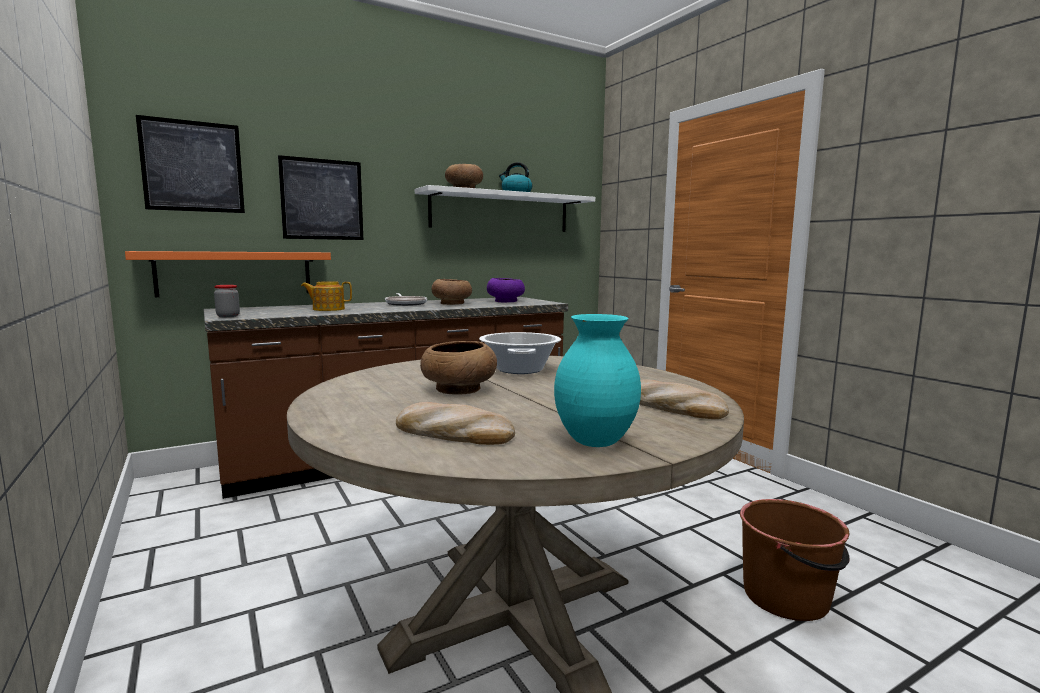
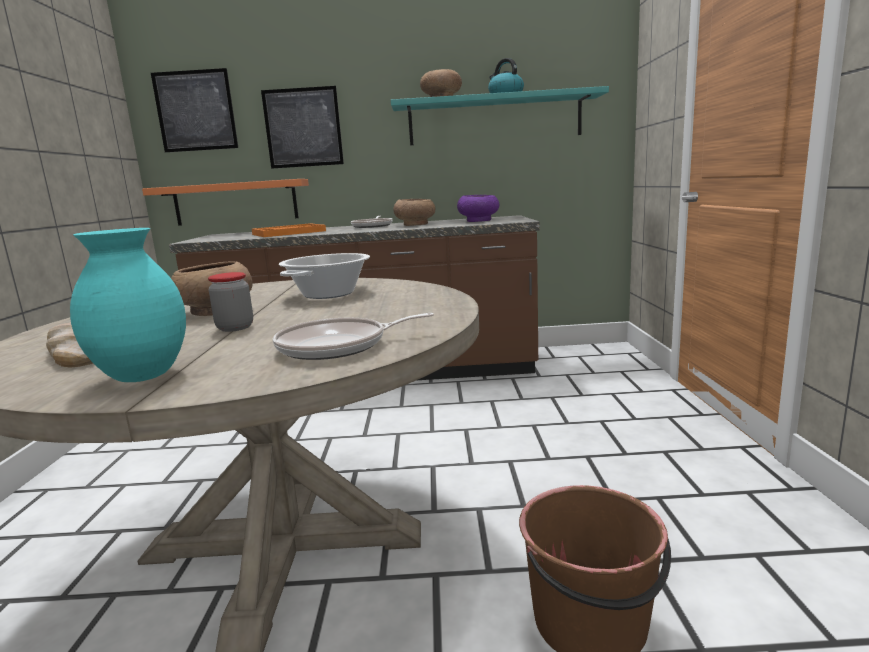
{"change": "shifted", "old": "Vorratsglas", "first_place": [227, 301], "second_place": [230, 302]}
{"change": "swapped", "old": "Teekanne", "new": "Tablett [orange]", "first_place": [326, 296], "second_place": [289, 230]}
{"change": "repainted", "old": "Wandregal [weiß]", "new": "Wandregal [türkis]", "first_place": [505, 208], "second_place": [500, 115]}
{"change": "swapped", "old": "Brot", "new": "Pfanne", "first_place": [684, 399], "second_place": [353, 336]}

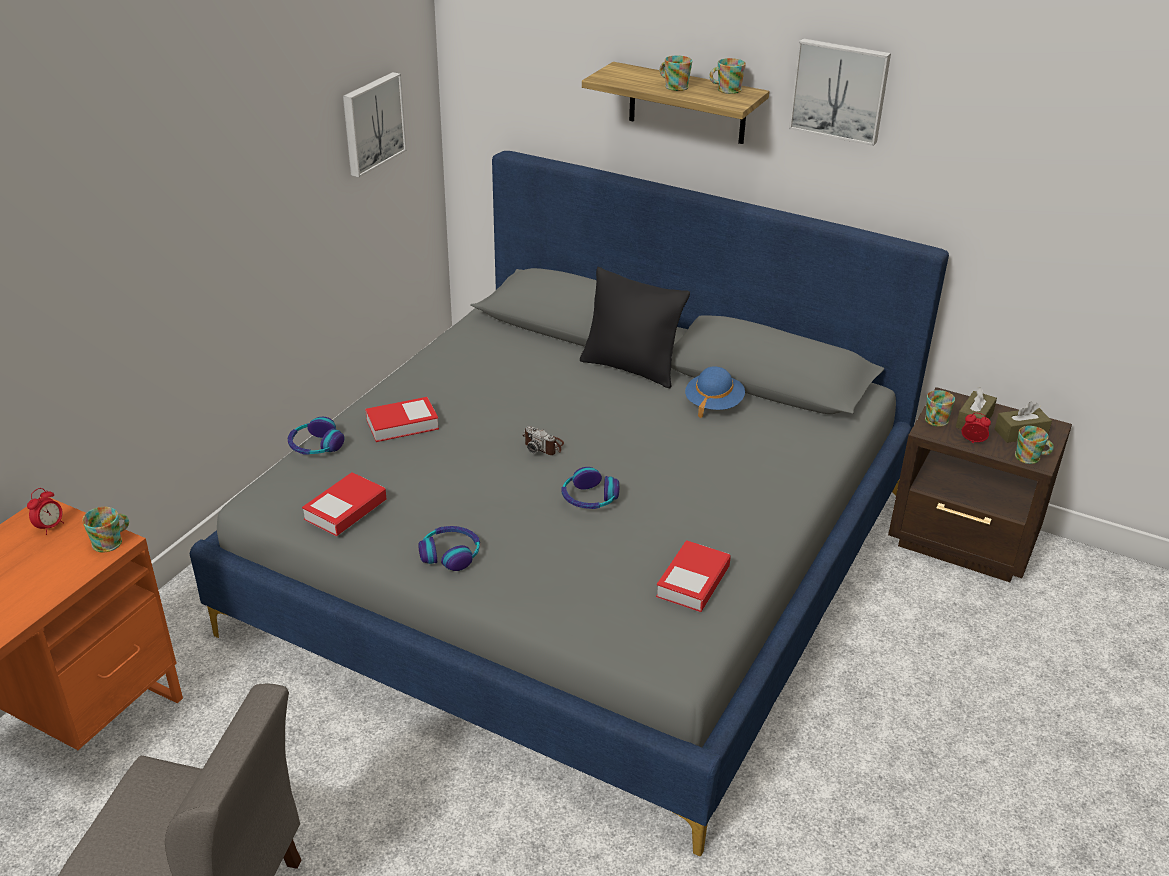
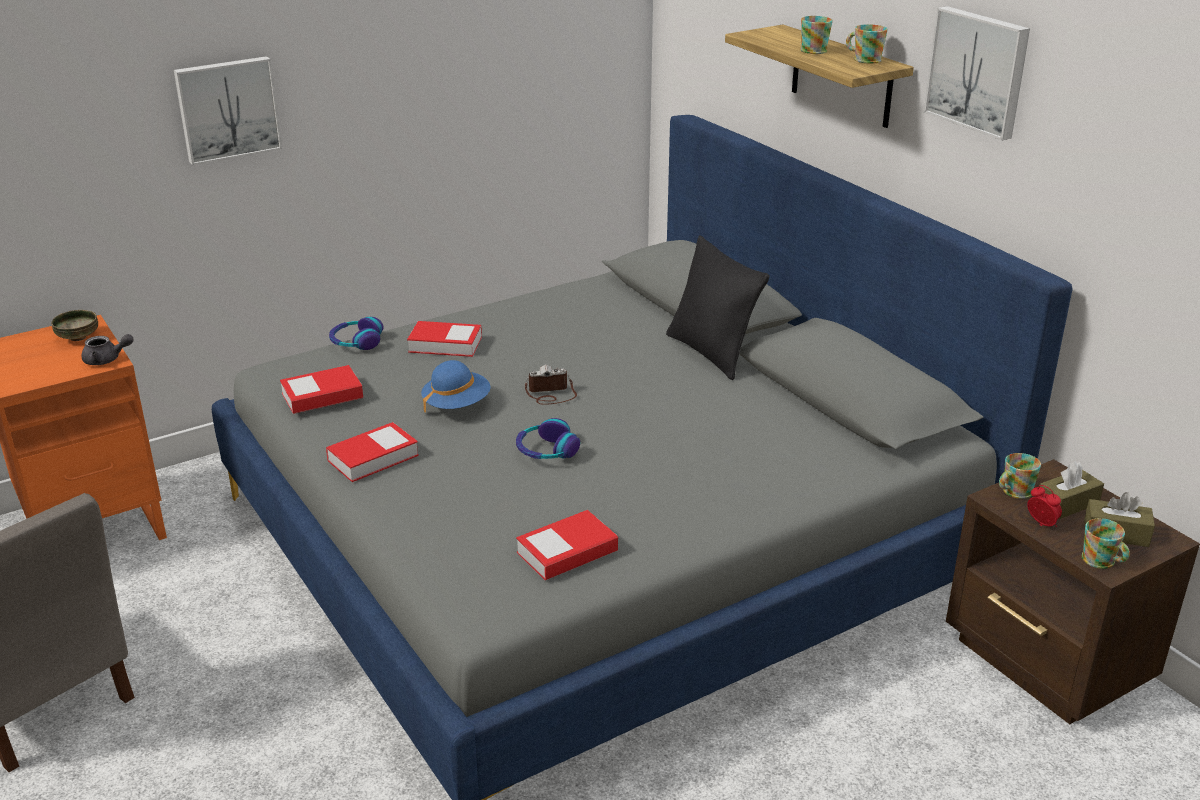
{"change": "swapped", "old": "Wecker", "new": "Schüssel", "first_place": [45, 511], "second_place": [74, 325]}
{"change": "swapped", "old": "Henkelbecher", "new": "Teekanne [grau]", "first_place": [105, 530], "second_place": [107, 349]}
{"change": "shifted", "old": "Bild", "first_place": [375, 124], "second_place": [228, 111]}
{"change": "swapped", "old": "Kopfhörer", "new": "Buch", "first_place": [449, 548], "second_place": [372, 452]}
{"change": "rotated", "old": "Kamera", "first_place": [543, 440], "second_place": [551, 385], "degrees": 105}
{"change": "shifted", "old": "Hut [blau]", "first_place": [715, 392], "second_place": [456, 386]}

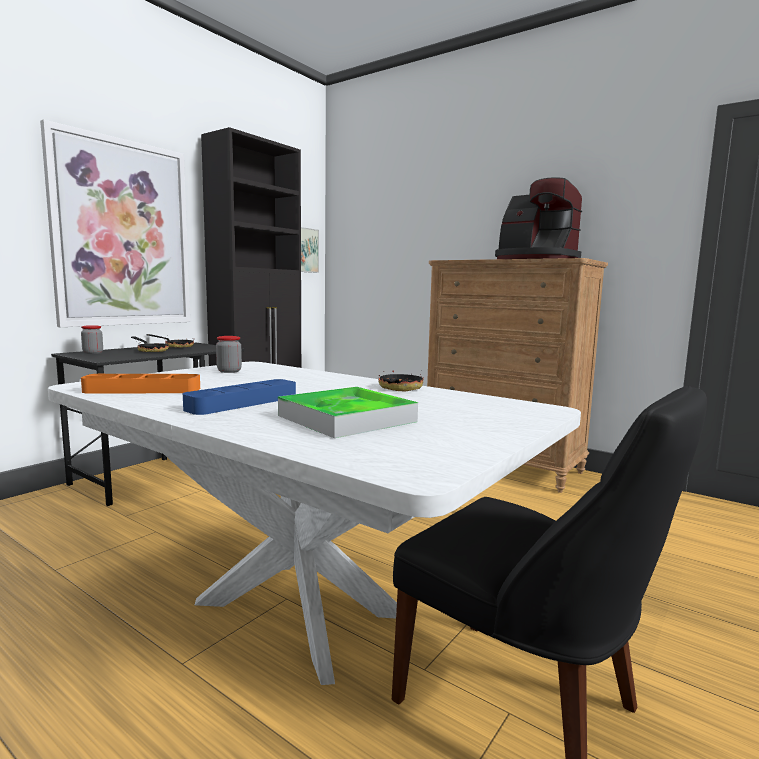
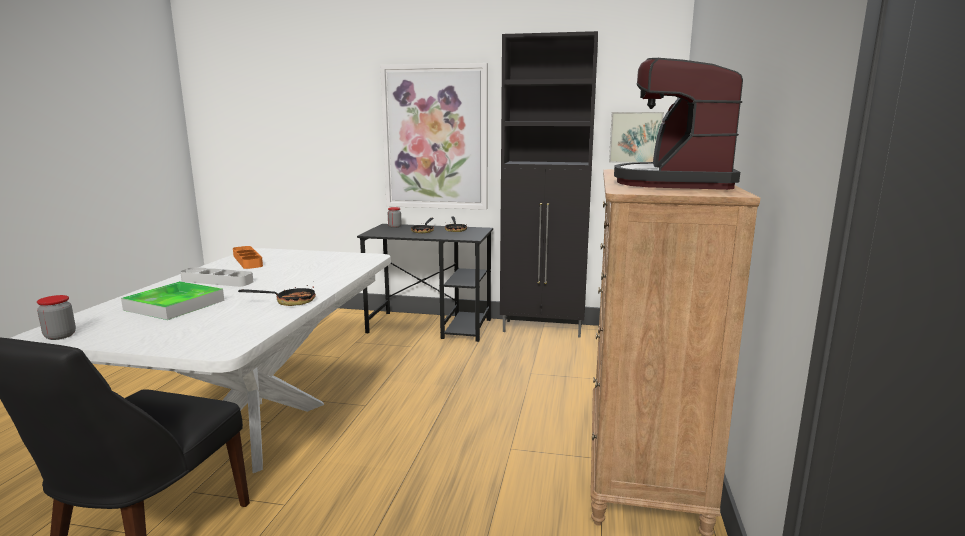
{"change": "repainted", "old": "Tablett [blau]", "new": "Tablett [grau]", "first_place": [239, 397], "second_place": [216, 277]}
{"change": "shifted", "old": "Vorratsglas", "first_place": [229, 354], "second_place": [56, 317]}

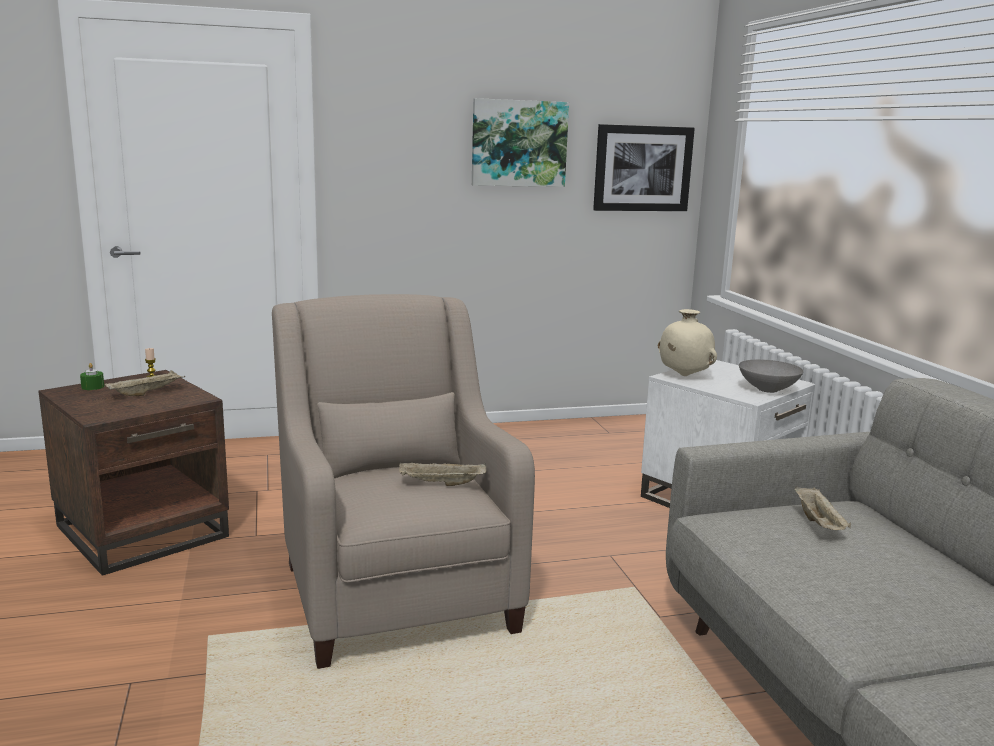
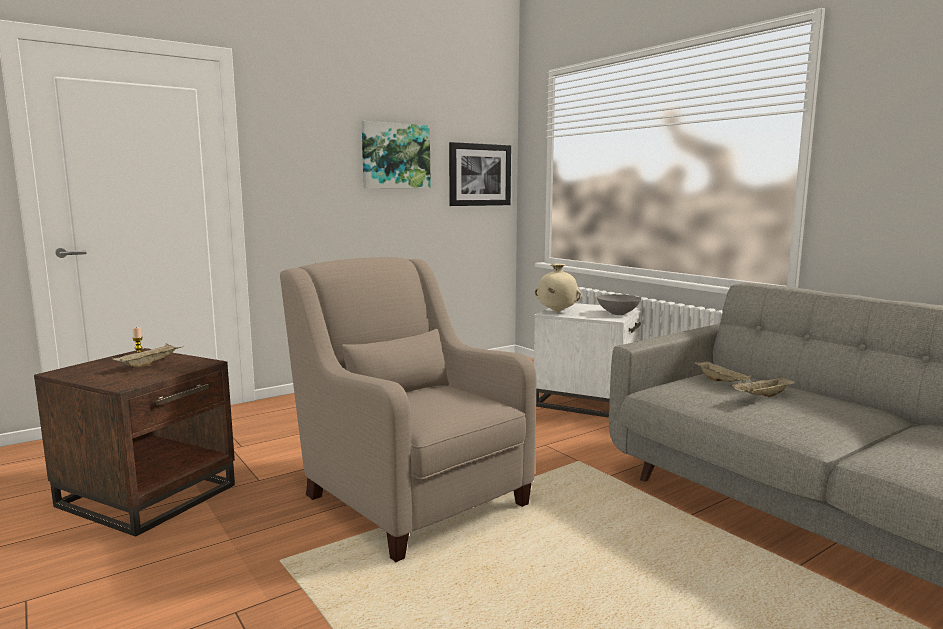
{"change": "gone", "old": "Kerze [grün]", "first_place": [92, 376]}
{"change": "shifted", "old": "Tablett [beige]", "first_place": [443, 474], "second_place": [763, 386]}

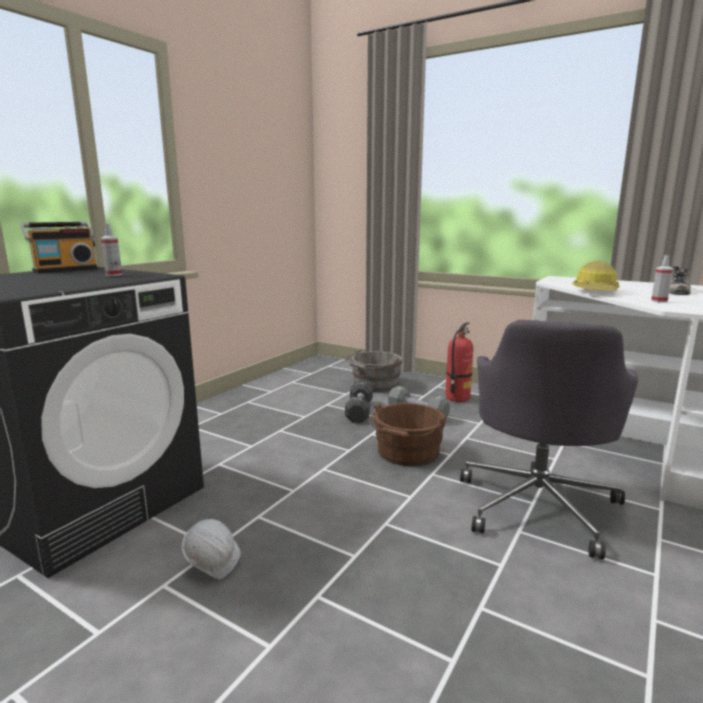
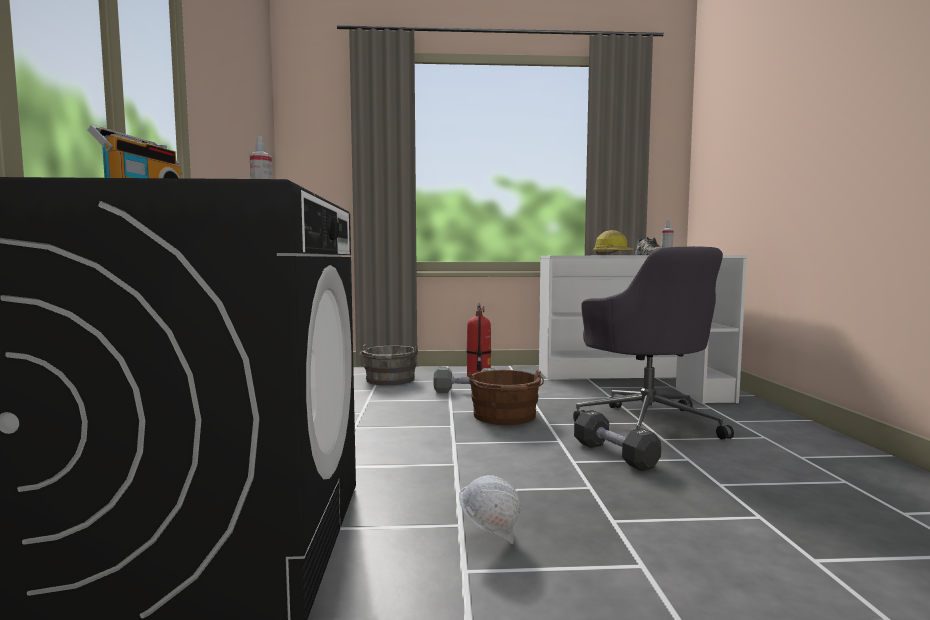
{"change": "shifted", "old": "Hantel [schwarz]", "first_place": [359, 402], "second_place": [617, 440]}

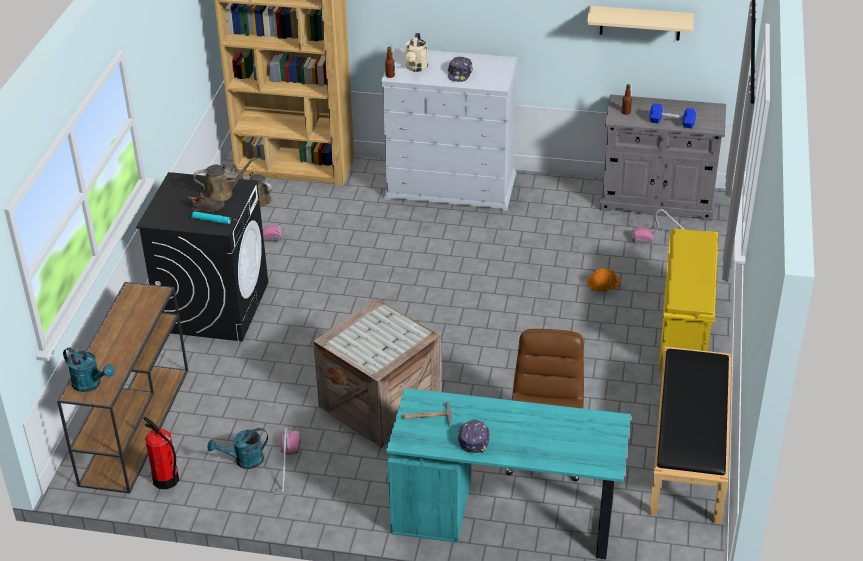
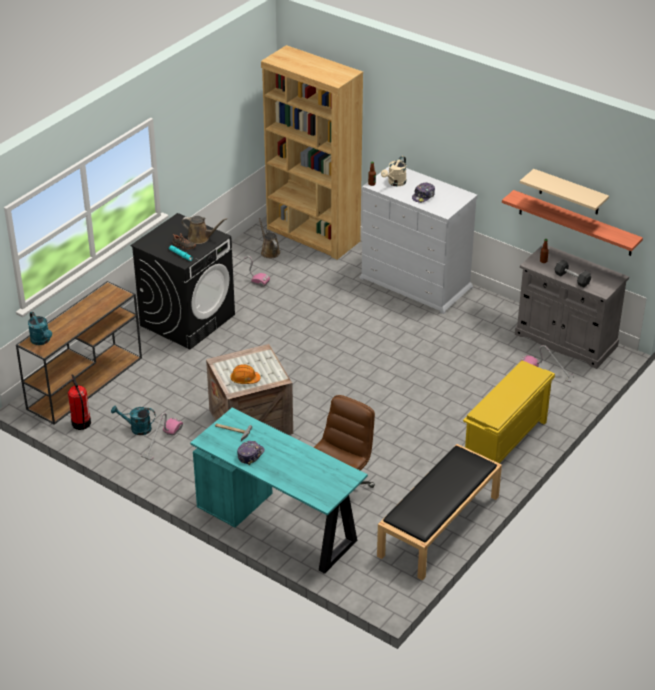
{"change": "shifted", "old": "Schutzhelm [orange]", "first_place": [604, 279], "second_place": [246, 374]}
{"change": "repainted", "old": "Hantel [blau]", "new": "Hantel [grau]", "first_place": [672, 115], "second_place": [573, 274]}
{"change": "new", "new": "Wandregal", "second_place": [572, 223]}

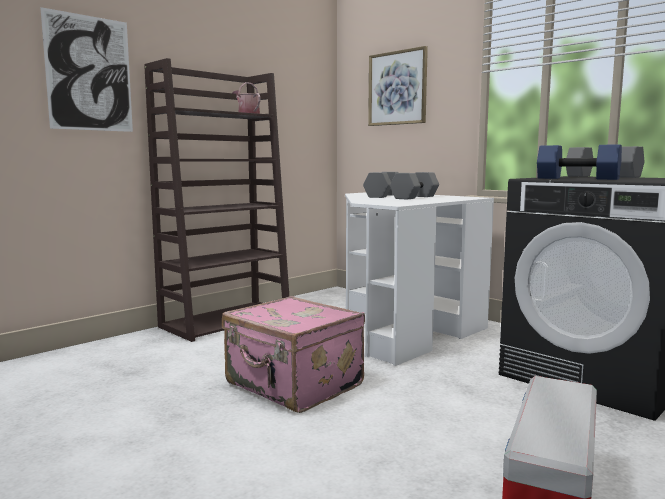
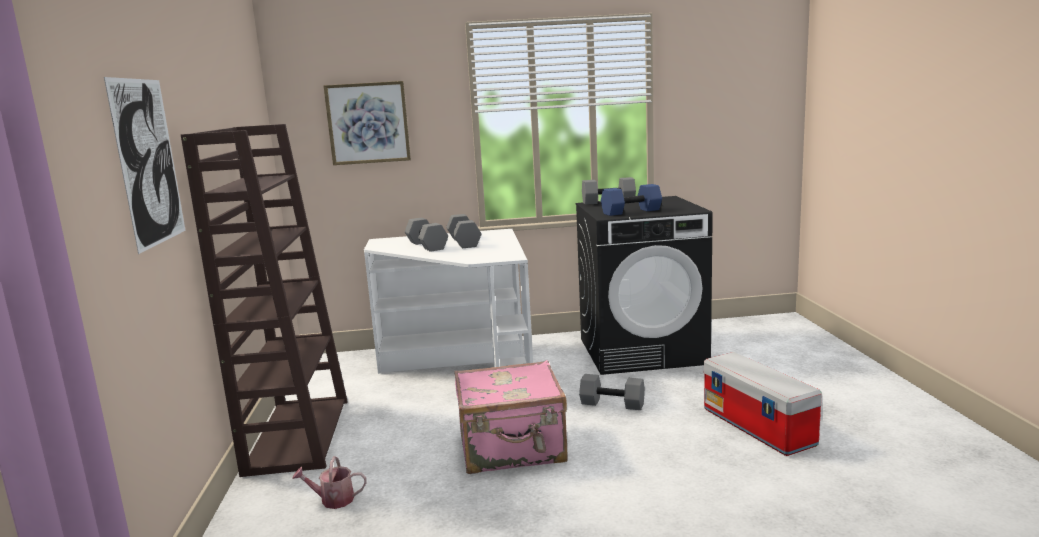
{"change": "shifted", "old": "Gießkanne", "first_place": [247, 98], "second_place": [329, 482]}
{"change": "new", "new": "Hantel [grau]", "second_place": [612, 392]}

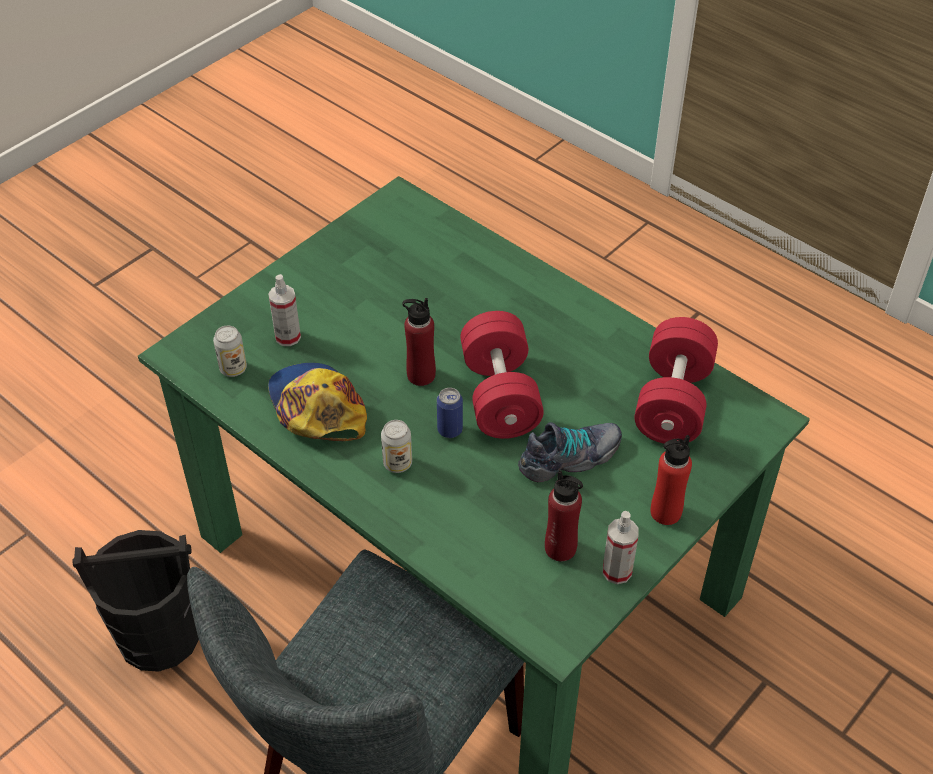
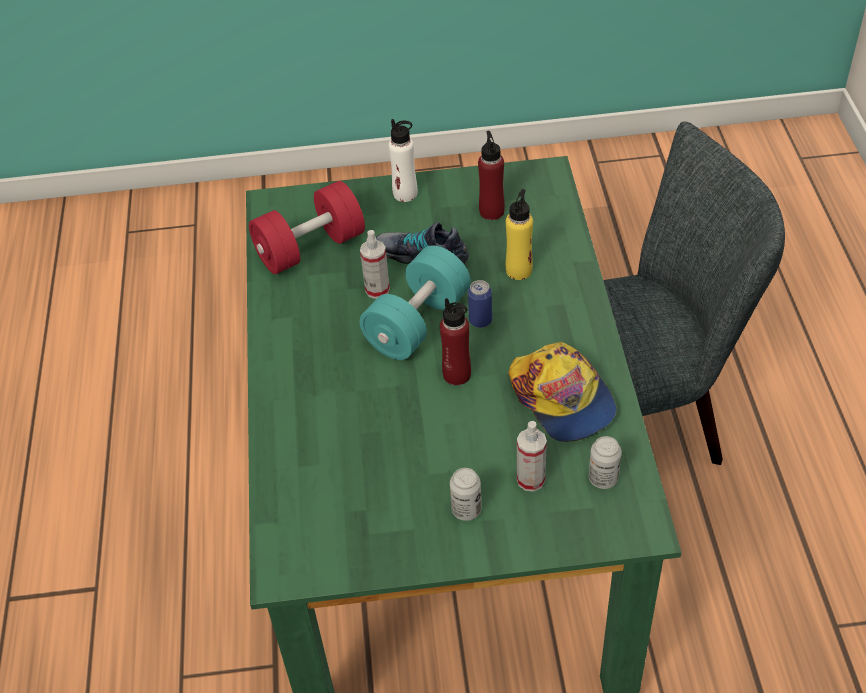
{"change": "gone", "old": "Eimer [schwarz]", "first_place": [135, 601]}
{"change": "rotated", "old": "Kappe", "first_place": [317, 402], "second_place": [562, 392], "degrees": -45}
{"change": "shifted", "old": "Dose", "first_place": [396, 446], "second_place": [465, 494]}
{"change": "repainted", "old": "Hantel [rot]", "new": "Hantel [türkis]", "first_place": [502, 375], "second_place": [415, 303]}
{"change": "shifted", "old": "Sprühflasche", "first_place": [621, 547], "second_place": [375, 264]}
{"change": "repainted", "old": "Flasche [rot]", "new": "Flasche [weiß]", "first_place": [671, 480], "second_place": [402, 160]}
{"change": "new", "new": "Flasche [gelb]", "second_place": [519, 234]}

